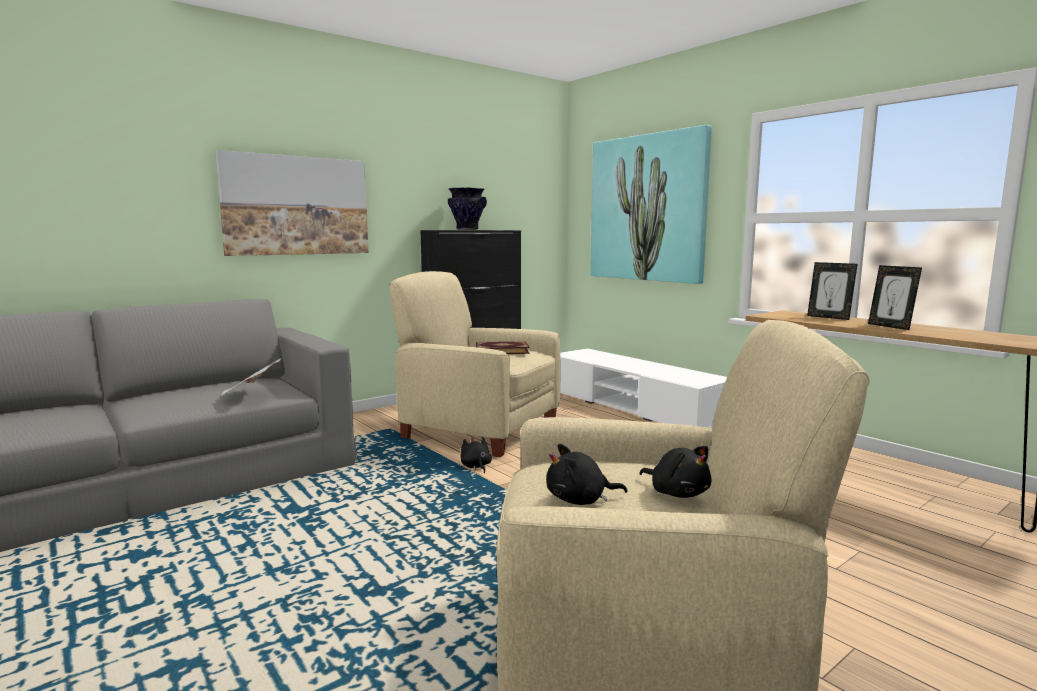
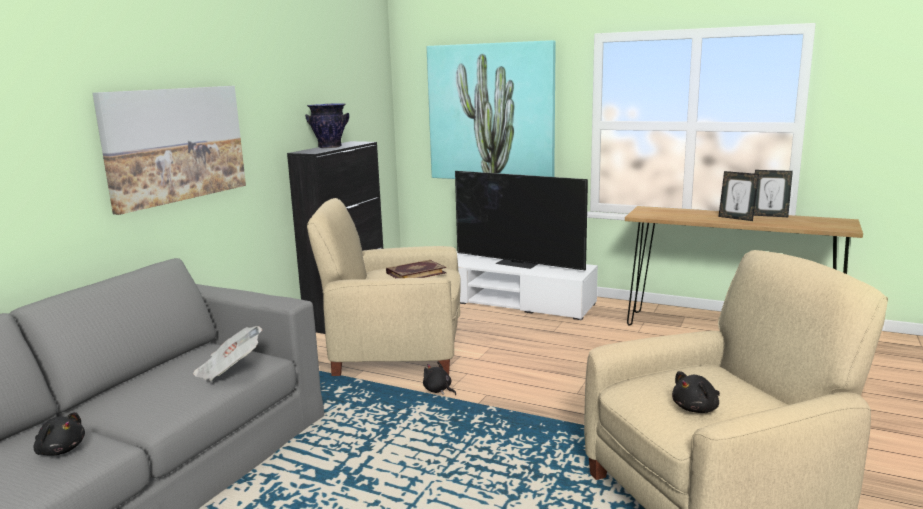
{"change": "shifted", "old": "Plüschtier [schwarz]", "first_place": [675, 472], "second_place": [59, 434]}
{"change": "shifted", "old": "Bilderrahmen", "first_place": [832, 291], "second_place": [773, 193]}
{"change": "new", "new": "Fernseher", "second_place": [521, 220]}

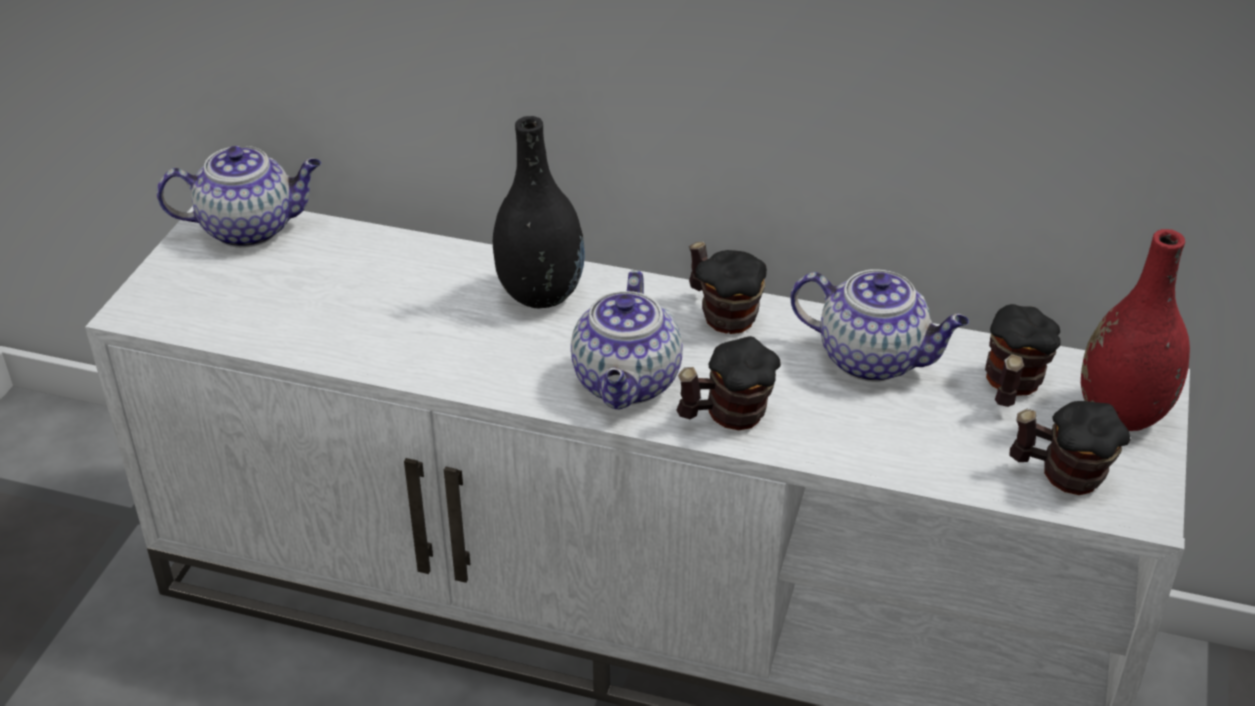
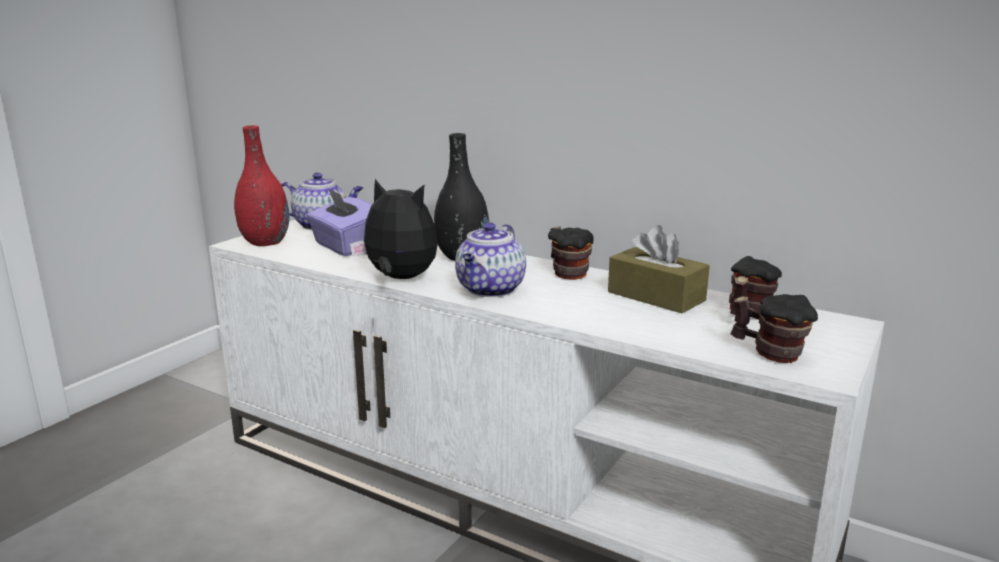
{"change": "gone", "old": "Henkelbecher", "first_place": [728, 383]}
{"change": "swapped", "old": "Teekanne", "new": "Taschentuchbox [braun]", "first_place": [879, 325], "second_place": [659, 269]}
{"change": "shifted", "old": "Vase [rot]", "first_place": [1135, 330], "second_place": [261, 185]}
{"change": "new", "new": "Taschentuchbox [lila]", "second_place": [339, 221]}
{"change": "new", "new": "Plüschtier", "second_place": [394, 229]}

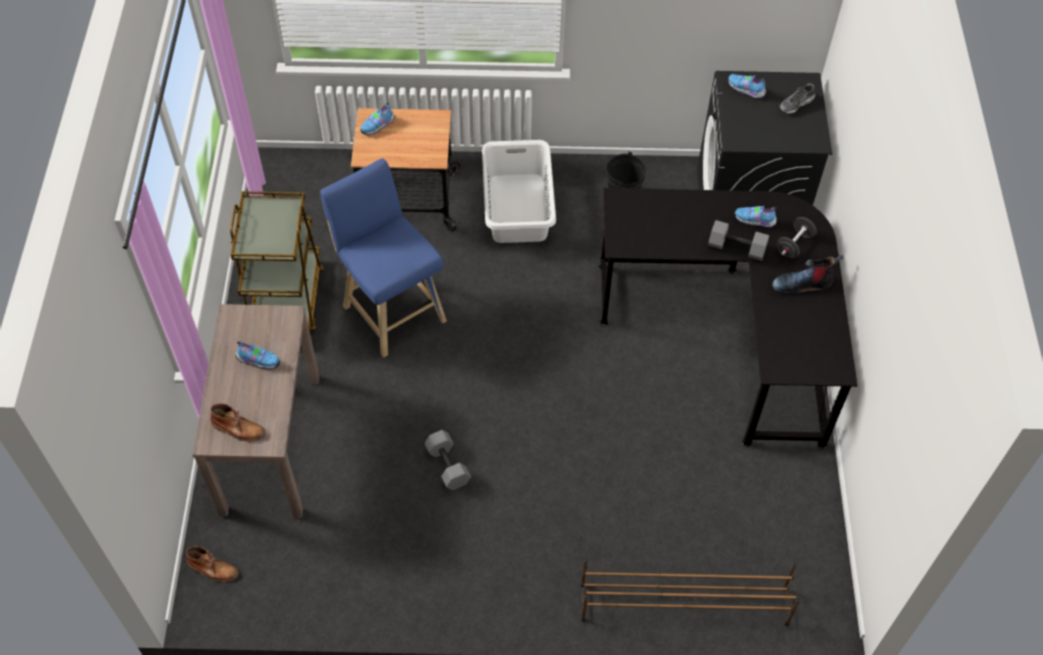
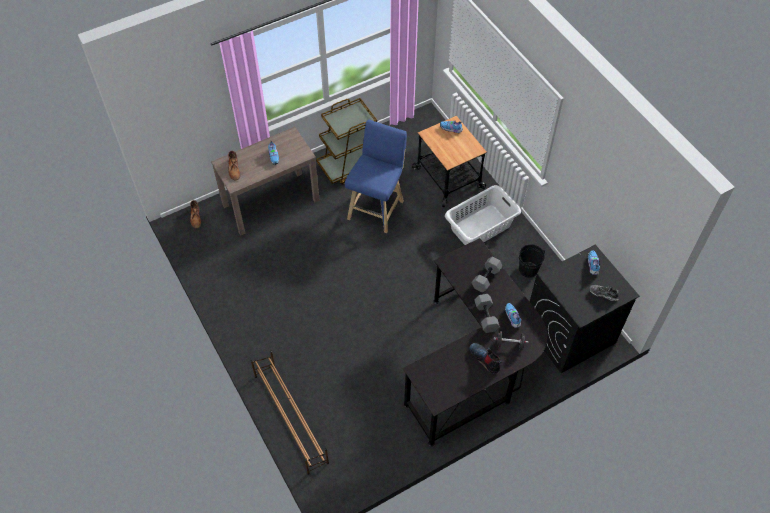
{"change": "shifted", "old": "Hantel [grau]", "first_place": [447, 460], "second_place": [487, 274]}

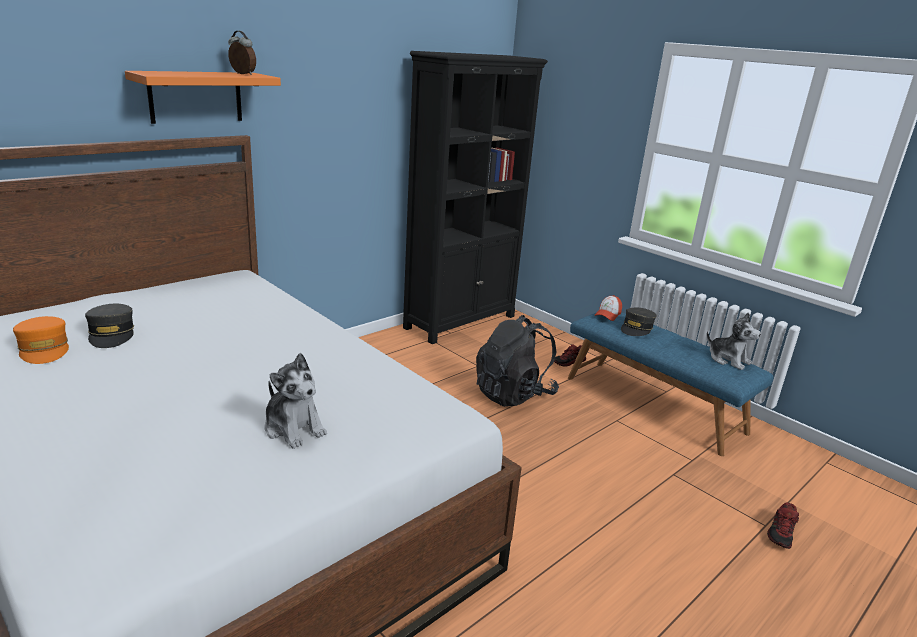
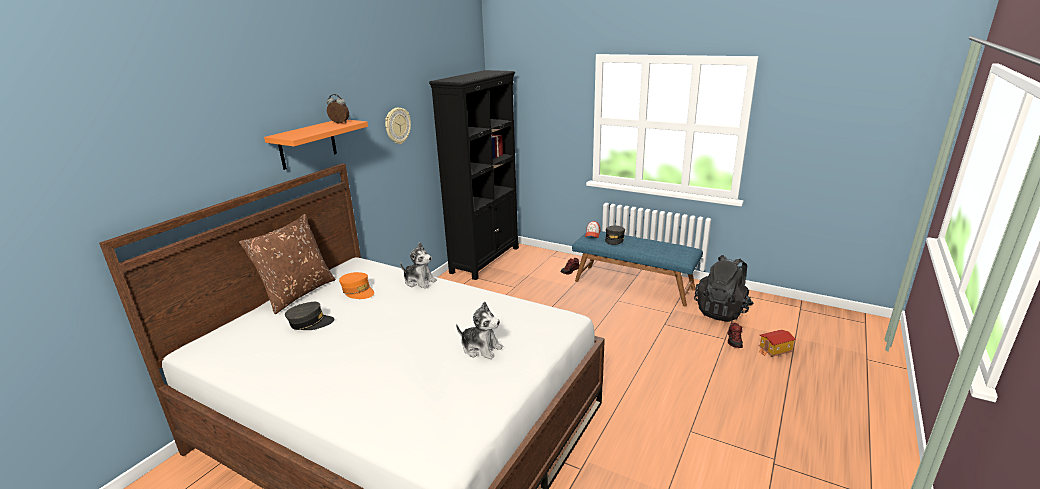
{"change": "shifted", "old": "Kappe [orange]", "first_place": [41, 340], "second_place": [356, 285]}
{"change": "rotated", "old": "Kappe [grau]", "first_place": [109, 326], "second_place": [309, 316], "degrees": -60}
{"change": "shifted", "old": "Rucksack [schwarz]", "first_place": [517, 361], "second_place": [723, 288]}
{"change": "shifted", "old": "Plüschtier", "first_place": [733, 341], "second_place": [418, 265]}
{"change": "new", "new": "Kissen [braun]", "second_place": [287, 264]}
{"change": "new", "new": "Wanduhr", "second_place": [398, 126]}
{"change": "new", "new": "Spielzeughaus", "second_place": [777, 343]}

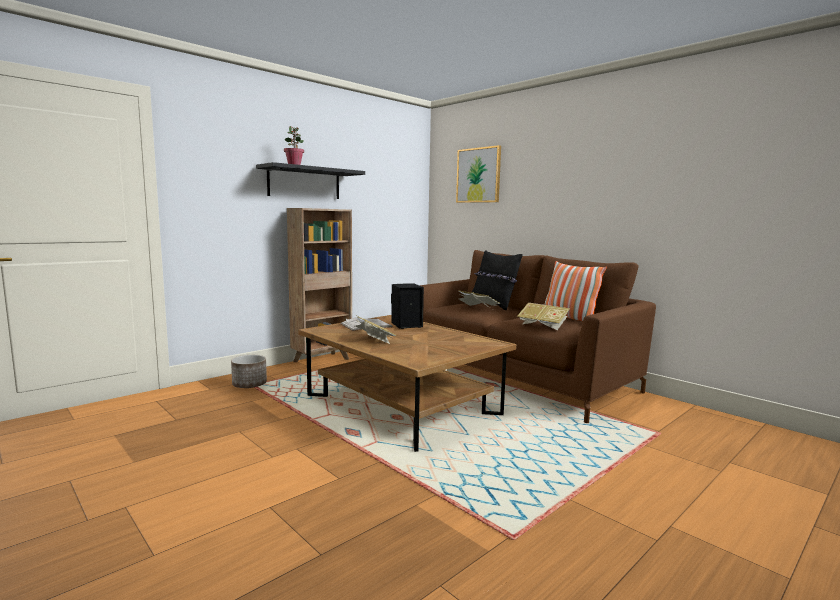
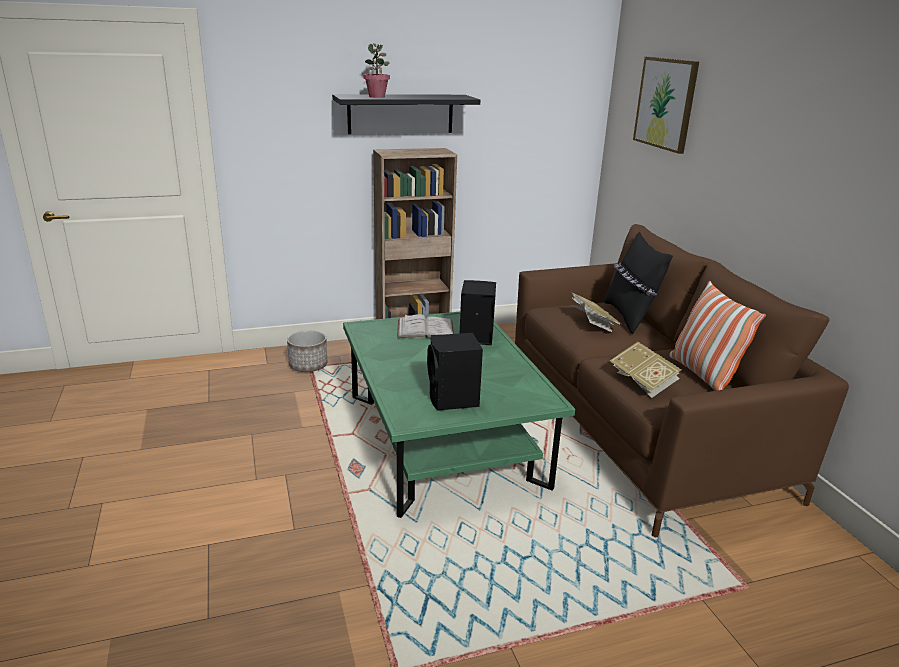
{"change": "repainted", "old": "Couchtisch [braun]", "new": "Couchtisch [grün]", "first_place": [407, 383], "second_place": [459, 415]}
{"change": "gone", "old": "Buch", "first_place": [376, 330]}
{"change": "new", "new": "Lautsprecher [schwarz]", "second_place": [455, 372]}

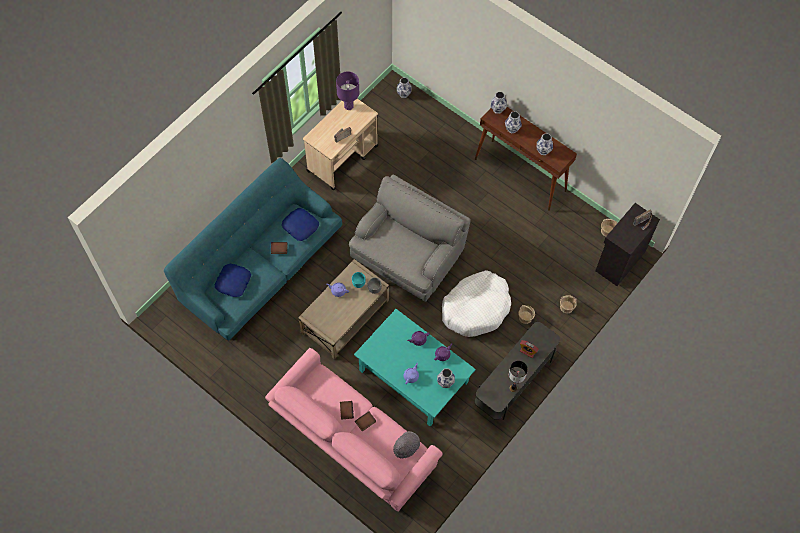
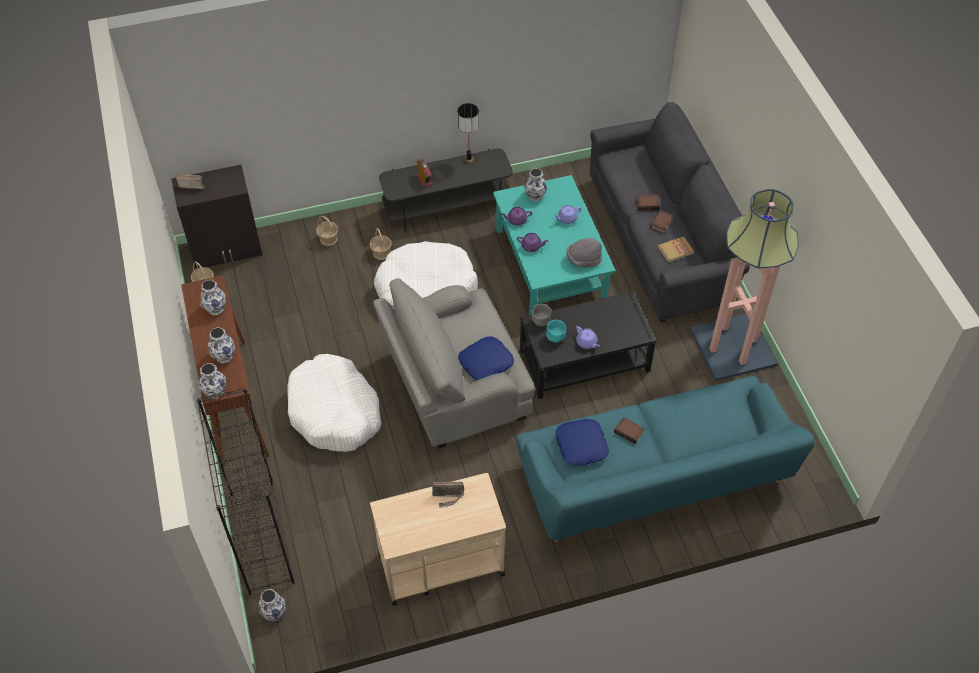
{"change": "shifted", "old": "Kissen [blau]", "first_place": [233, 280], "second_place": [486, 358]}
{"change": "repainted", "old": "Sofa [rosa]", "new": "Sofa [grau]", "first_place": [354, 429], "second_place": [670, 212]}
{"change": "repainted", "old": "Couchtisch [beige]", "new": "Couchtisch [schwarz]", "first_place": [343, 309], "second_place": [588, 345]}
{"change": "gone", "old": "Tischlampe [lila]", "first_place": [347, 91]}
{"change": "shifted", "old": "Hut [grau]", "first_place": [406, 445], "second_place": [584, 252]}
{"change": "new", "new": "Bücherregal [schwarz]", "second_place": [246, 491]}
{"change": "new", "new": "Hundebett [weiß]", "second_place": [334, 403]}
{"change": "new", "new": "Buch", "second_place": [676, 250]}
{"change": "new", "new": "Stehlampe", "second_place": [744, 285]}

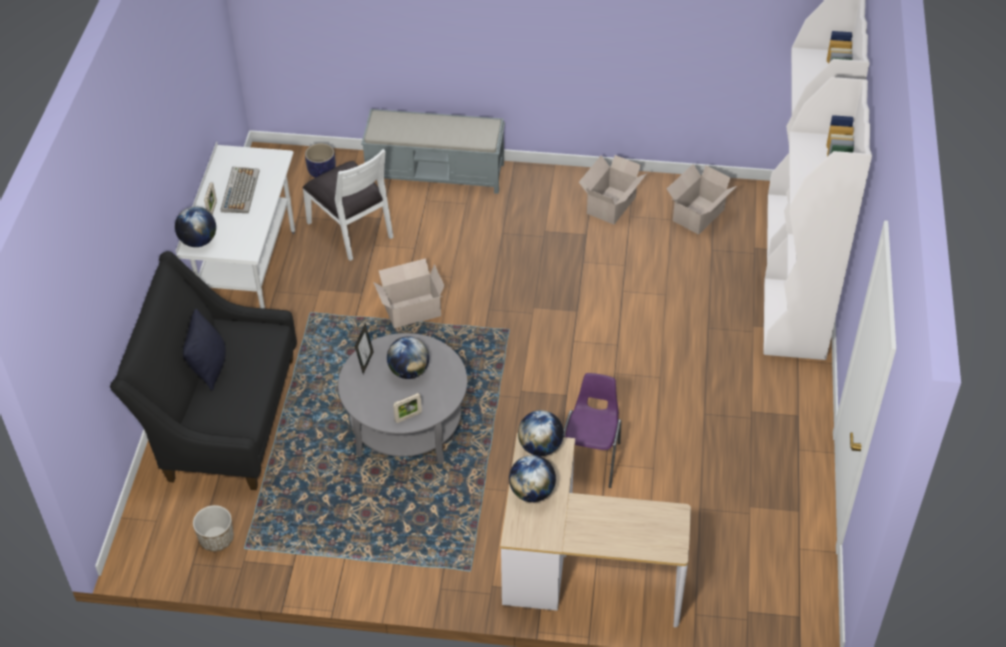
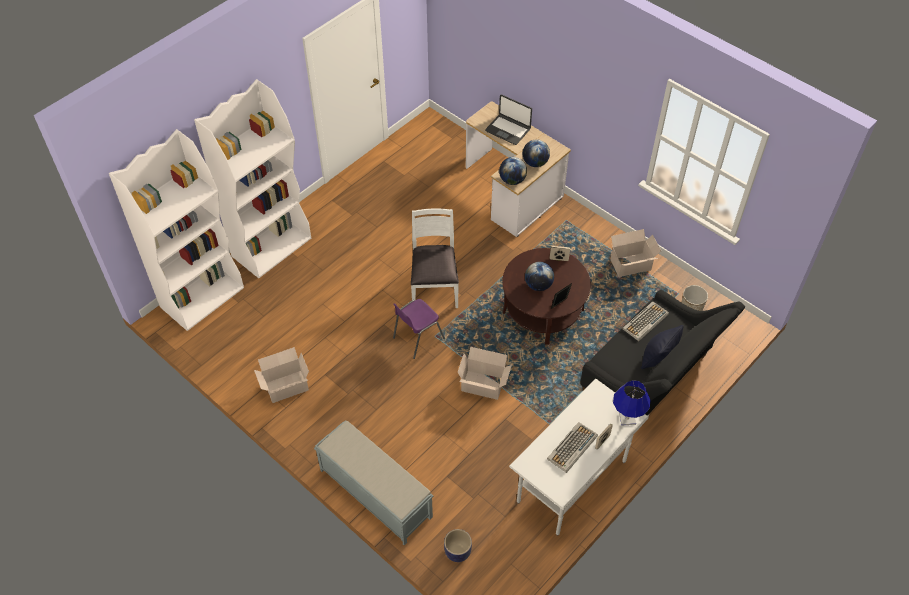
{"change": "swapped", "old": "Globus", "new": "Tischlampe [blau]", "first_place": [195, 226], "second_place": [631, 403]}
{"change": "shifted", "old": "Stuhl [weiß]", "first_place": [348, 205], "second_place": [435, 258]}
{"change": "repainted", "old": "Couchtisch [grau]", "new": "Couchtisch [braun]", "first_place": [402, 399], "second_place": [546, 296]}
{"change": "shifted", "old": "Stuhl [lila]", "first_place": [592, 430], "second_place": [419, 329]}
{"change": "shifted", "old": "Karton", "first_place": [702, 199], "second_place": [636, 253]}
{"change": "new", "new": "Laptop", "second_place": [508, 120]}
{"change": "new", "new": "Tastatur", "second_place": [645, 321]}

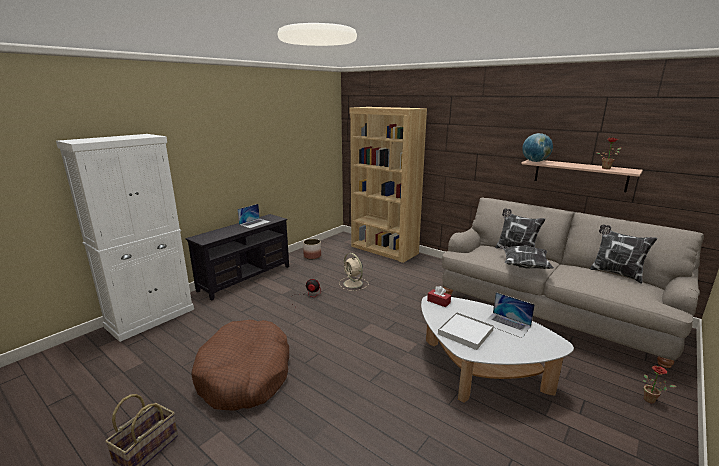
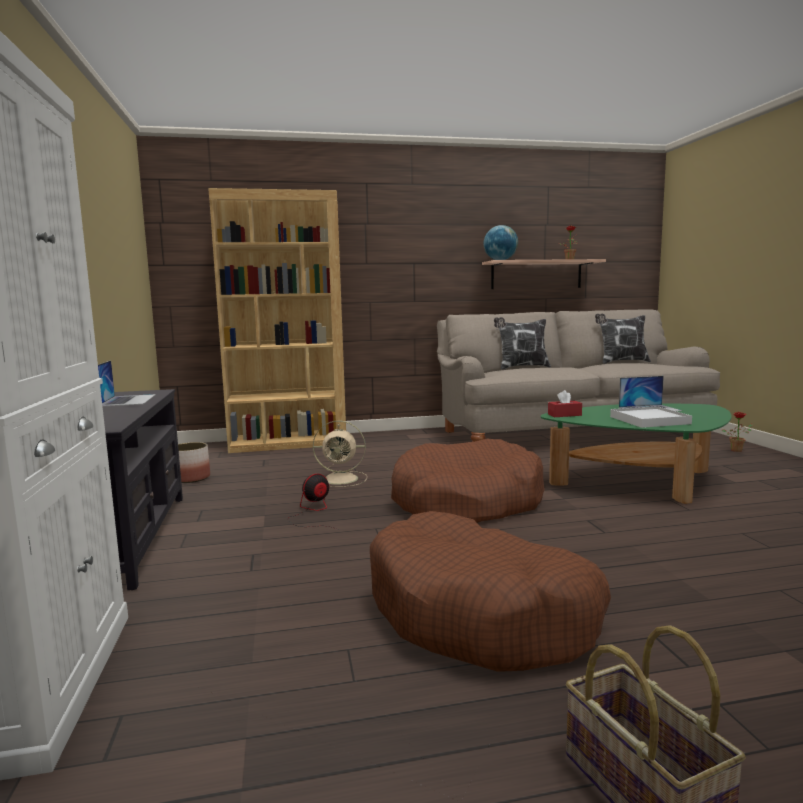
{"change": "repainted", "old": "Couchtisch [weiß]", "new": "Couchtisch [grün]", "first_place": [497, 349], "second_place": [636, 453]}
{"change": "gone", "old": "Kissen", "first_place": [526, 257]}
{"change": "new", "new": "Hundebett [braun]", "second_place": [468, 481]}

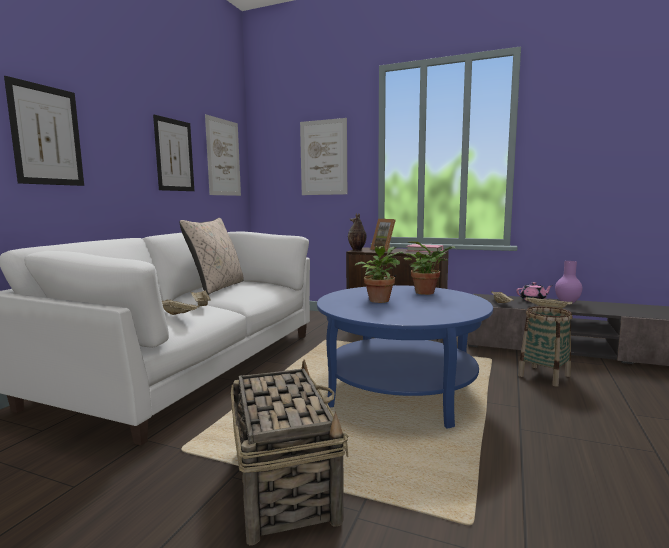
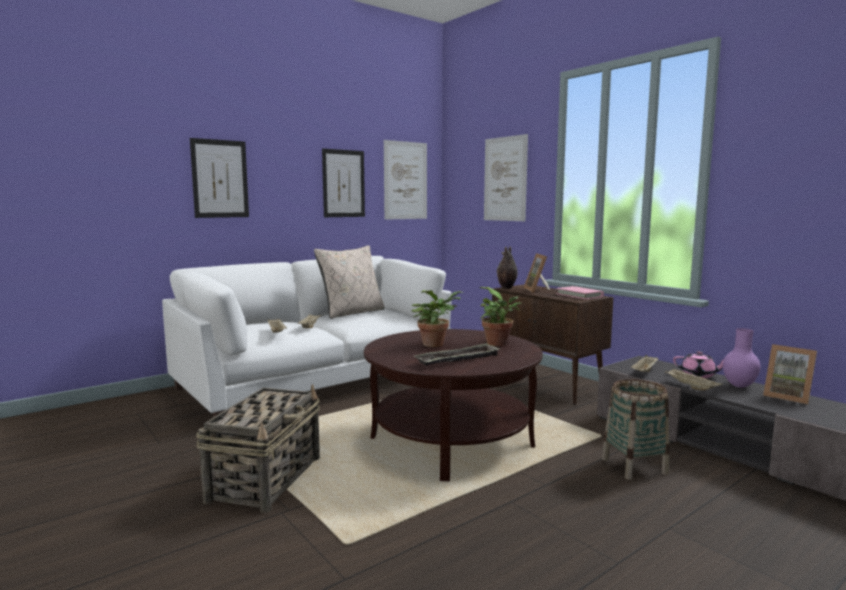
{"change": "repainted", "old": "Couchtisch [blau]", "new": "Couchtisch [braun]", "first_place": [405, 357], "second_place": [453, 405]}
{"change": "new", "new": "Tablett", "second_place": [457, 354]}
{"change": "new", "new": "Bilderrahmen", "second_place": [790, 374]}

